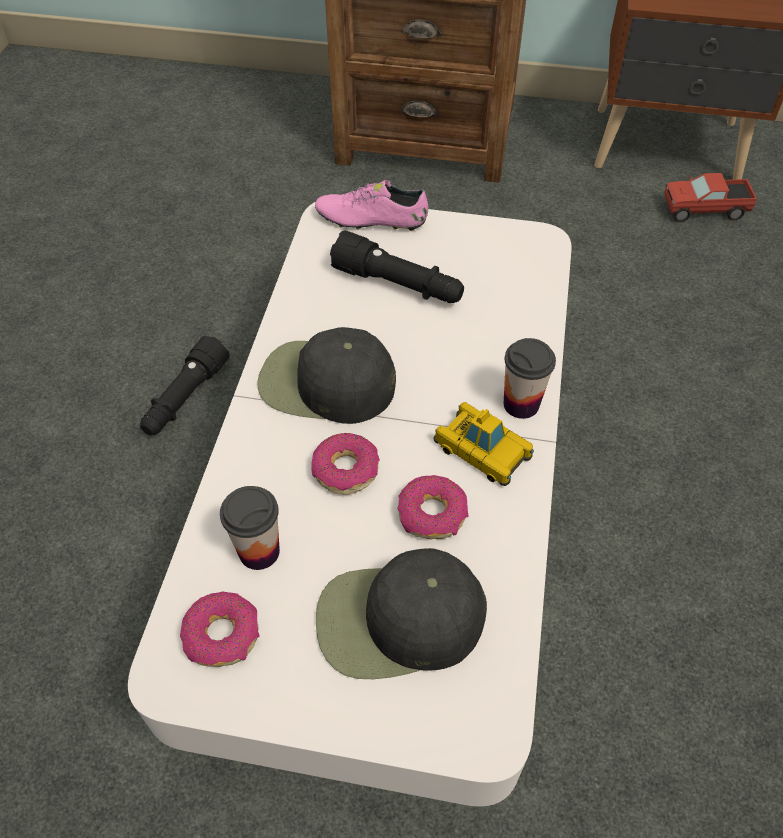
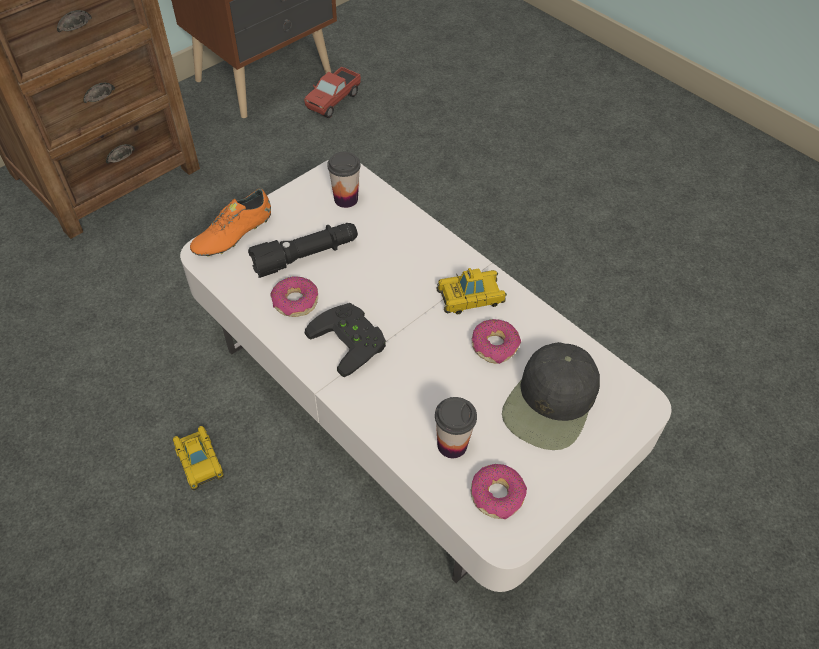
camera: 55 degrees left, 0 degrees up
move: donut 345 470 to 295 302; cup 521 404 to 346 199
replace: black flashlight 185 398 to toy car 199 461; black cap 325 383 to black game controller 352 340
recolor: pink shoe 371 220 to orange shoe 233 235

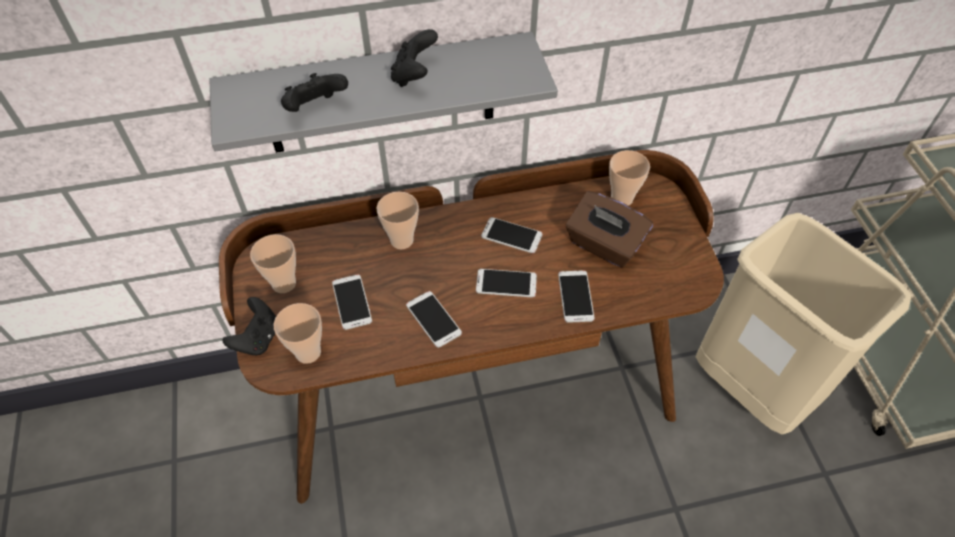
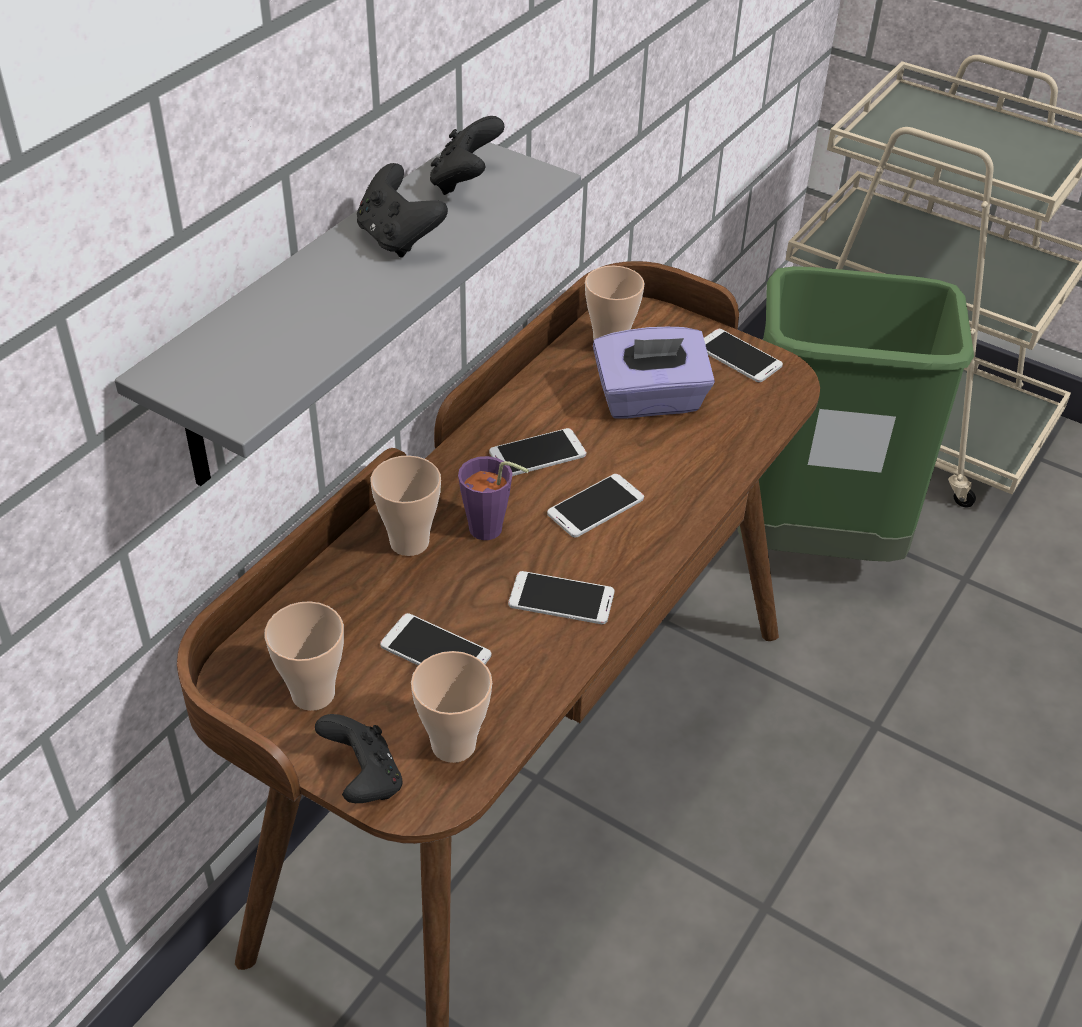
camera: 45 degrees left, 10 degrees down
insert: purple cup 492 532
move: black game controller 315 109 to 465 182; phone 575 296 to 738 356
recolor: brown tissue box 604 245 to purple tissue box 650 400; beige trash can 752 388 to green trash can 815 545

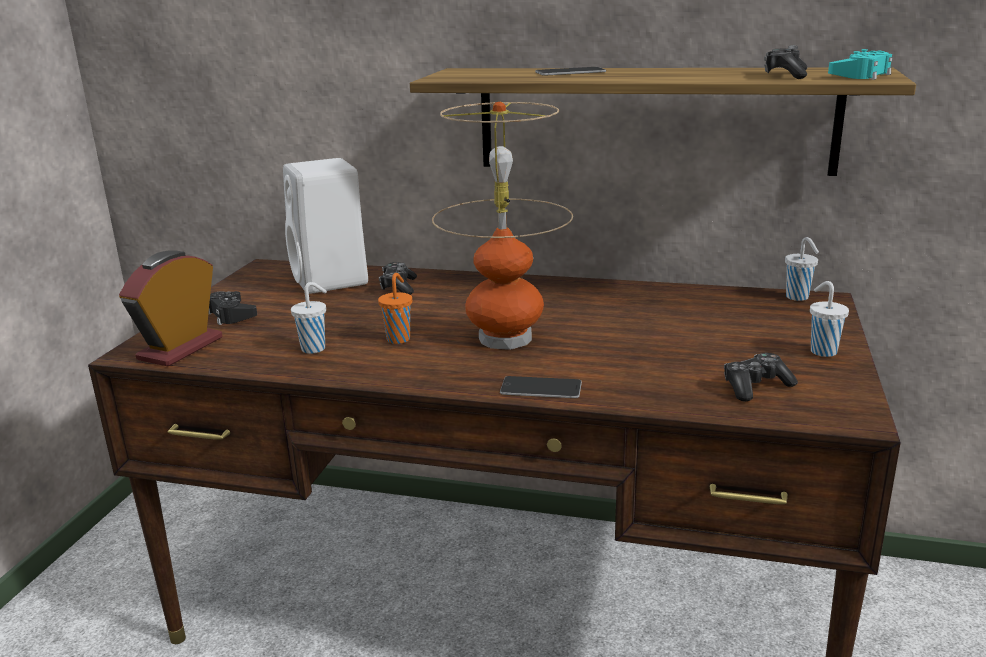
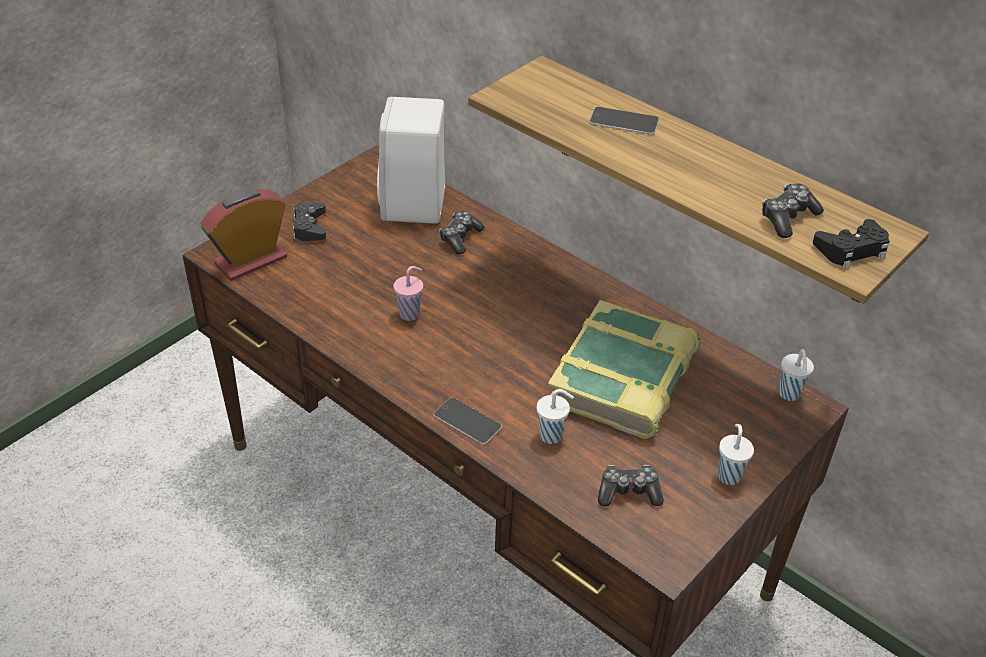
camera: 25 degrees right, 20 degrees up
delete: table lamp 506 338
insert: book 624 379
move: white cup 315 348 to 552 436
recolor: orange cup 399 339 to pink cup 410 313; turquoise game controller 860 75 to black game controller 851 250

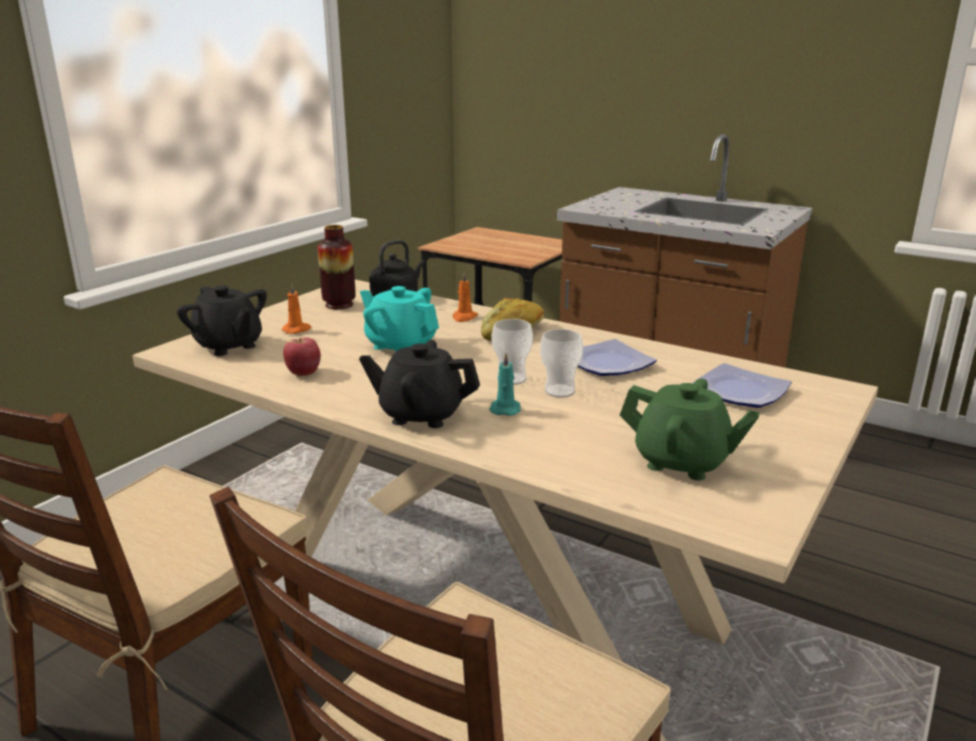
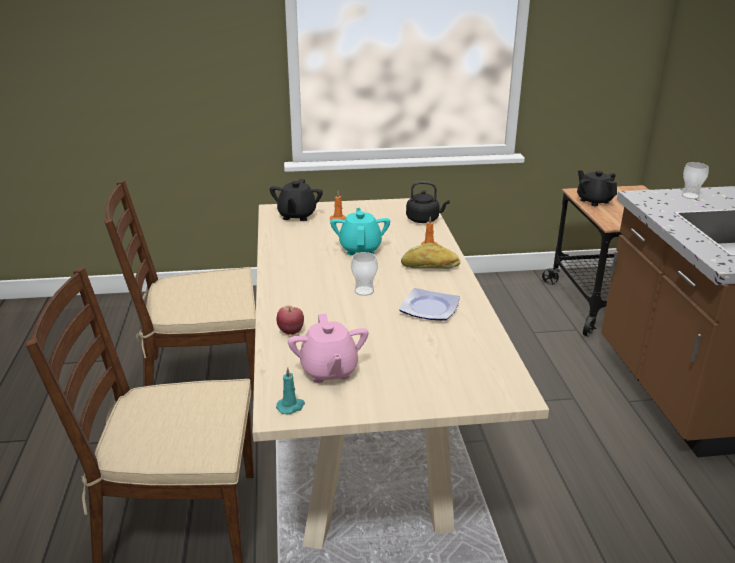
camera: 50 degrees right, 5 degrees up
delete: vase 339 305; plate 737 392
move: apple 304 373 to 291 331; black teapot 421 415 to 594 201; turquoise candle 505 409 to 291 406; cup 560 391 to 690 196
recolor: green teapot 682 462 to pink teapot 329 371

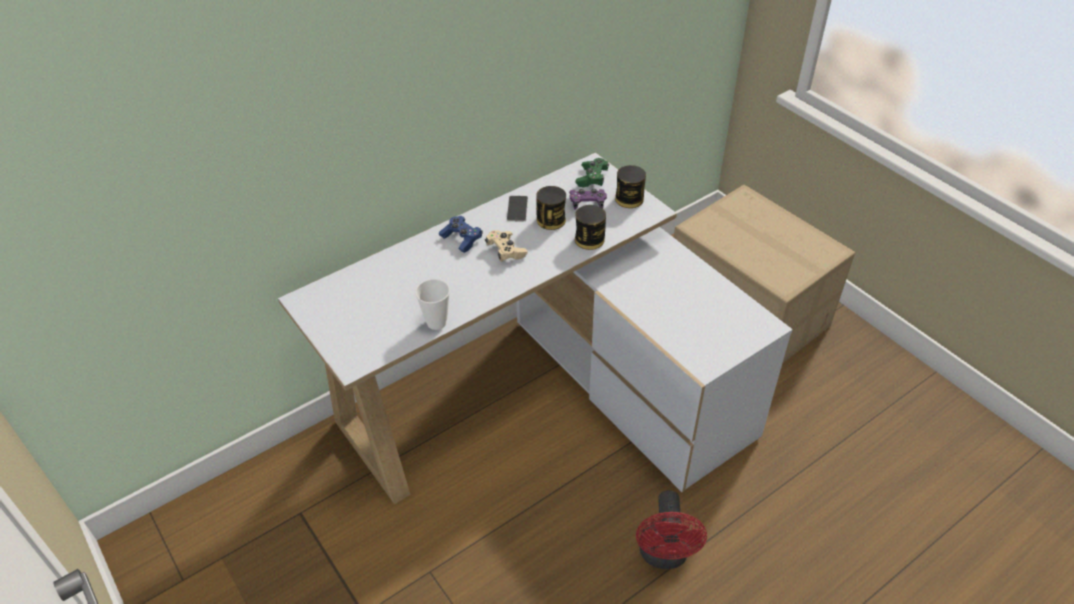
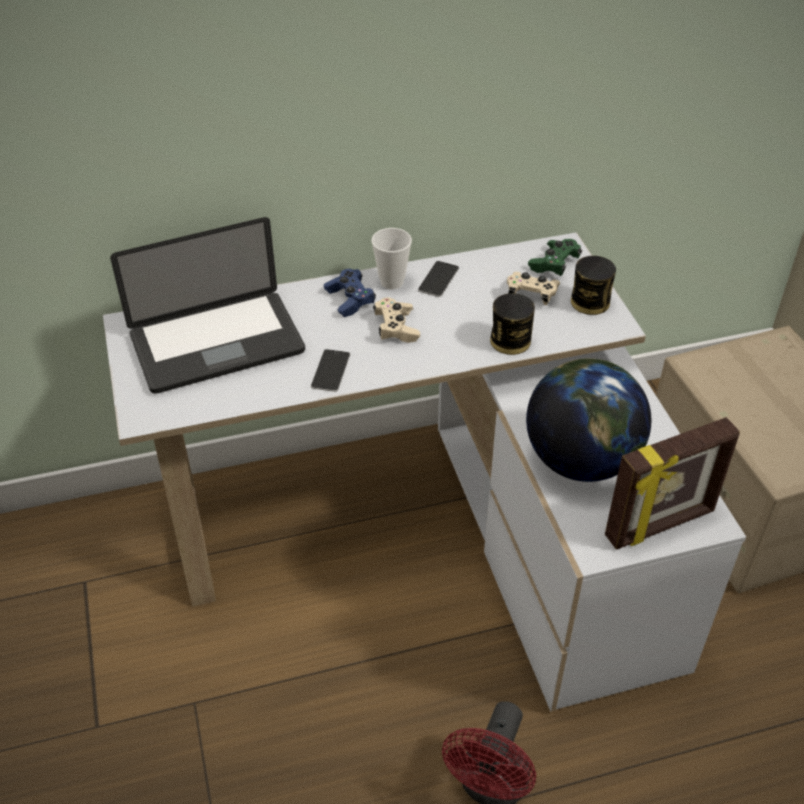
camera: 20 degrees right, 0 degrees up
delete: can 551 220
insert: laptop 217 344; phone 330 370; globe 581 460; picture frame 660 525
move: cup 436 322 to 392 282
recolor: purple game controller 587 203 to beige game controller 531 294

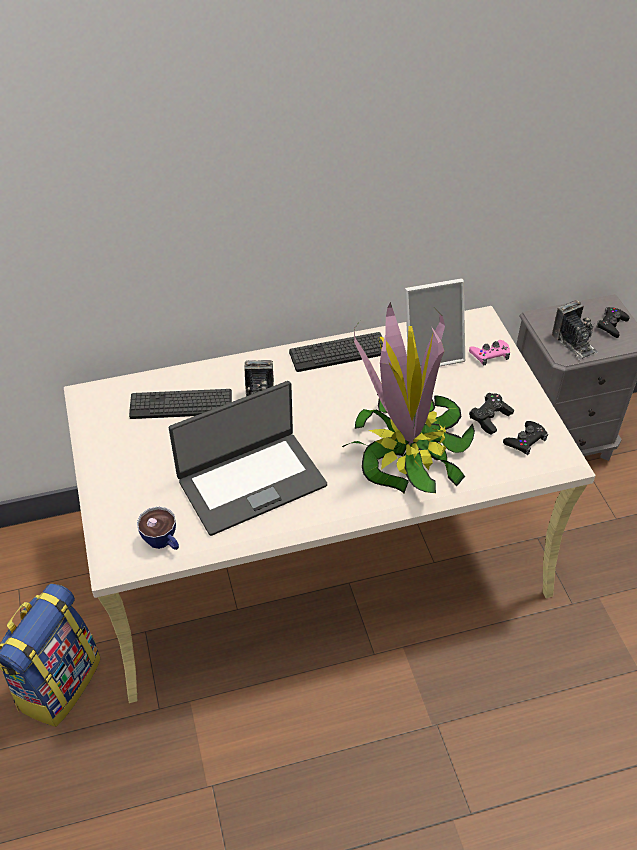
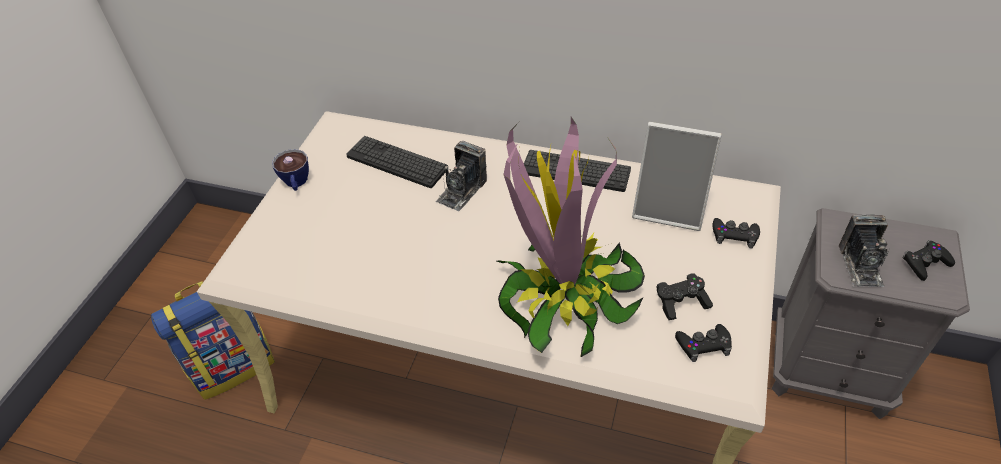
camera: 35 degrees right, 0 degrees up
delete: laptop 251 481
move: cup 163 542 to 296 183
recolor: pink game controller 490 355 to black game controller 734 235

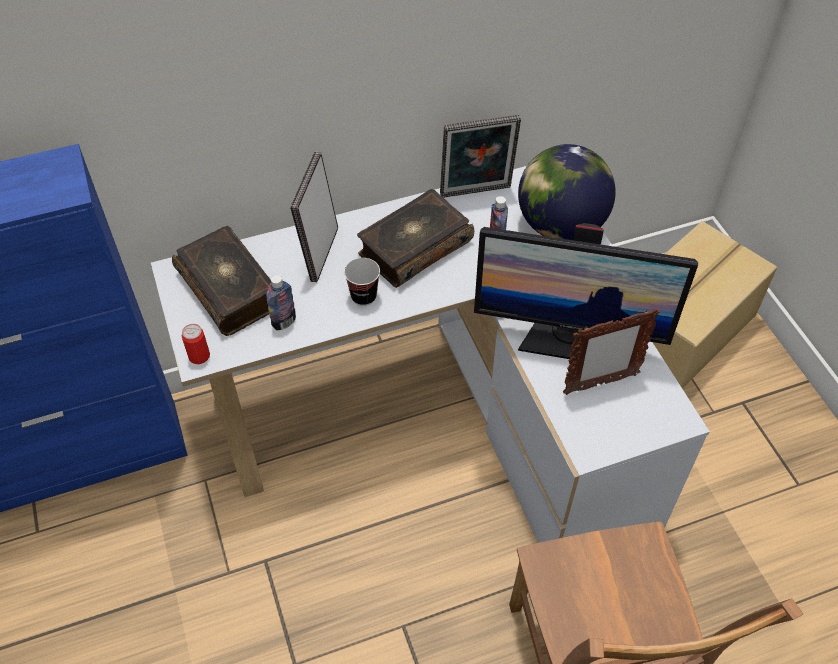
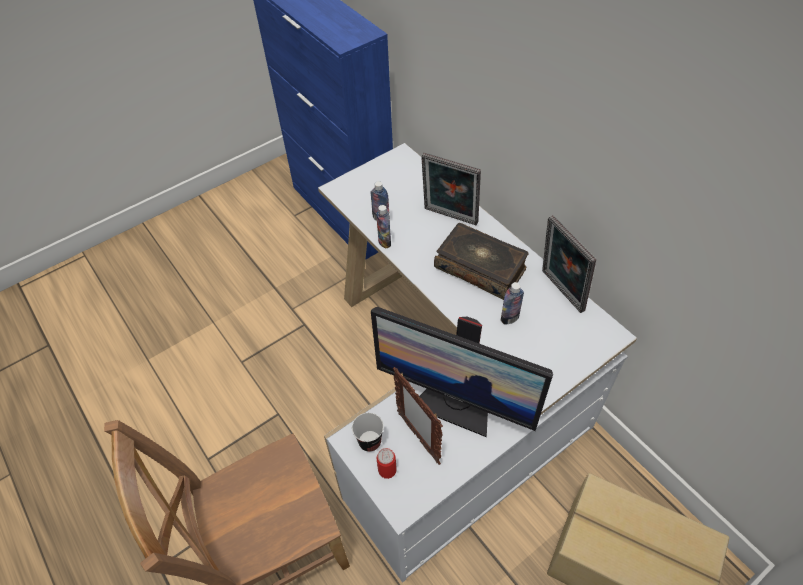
camera: 75 degrees right, 0 degrees up
delete: book 230 289; globe 560 226
insert: bottle 384 242
move: can 199 356 to 387 470; cup 363 296 to 370 442
rotate: picture frame 320 253 = 449 218 150 degrees counterclockwise; monitor 568 339 = 455 404 60 degrees counterclockwise

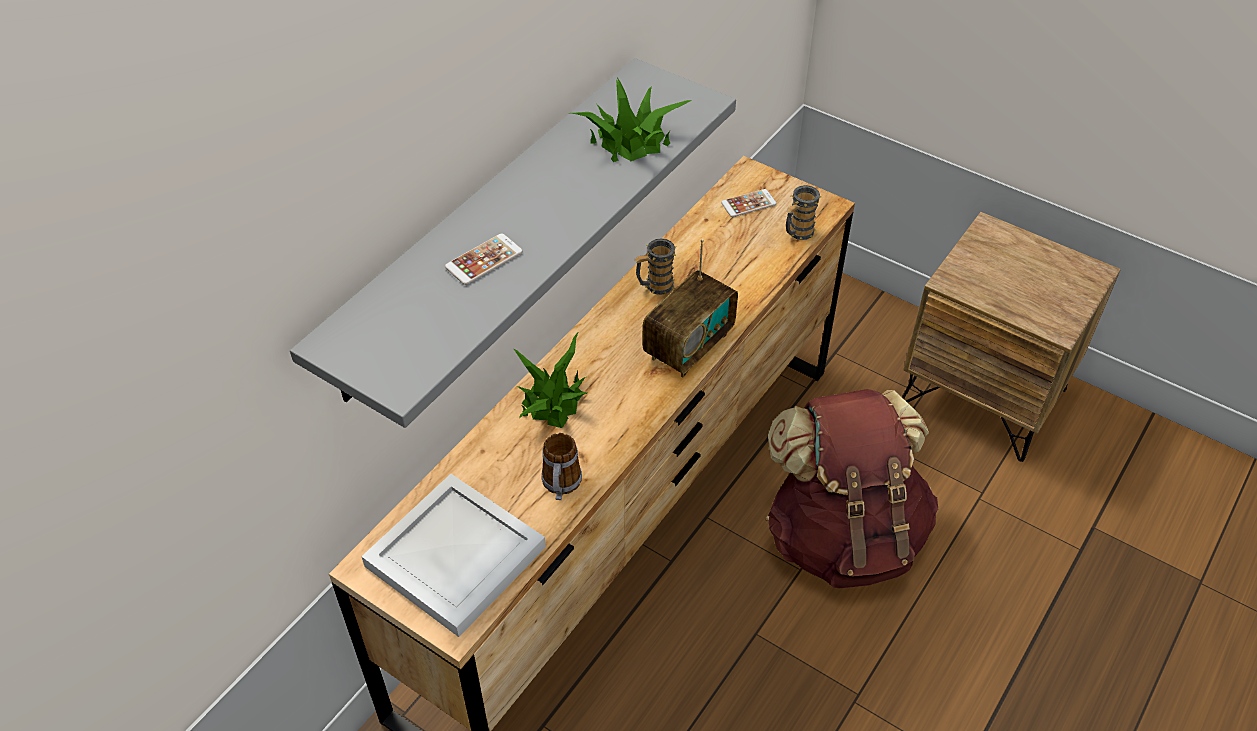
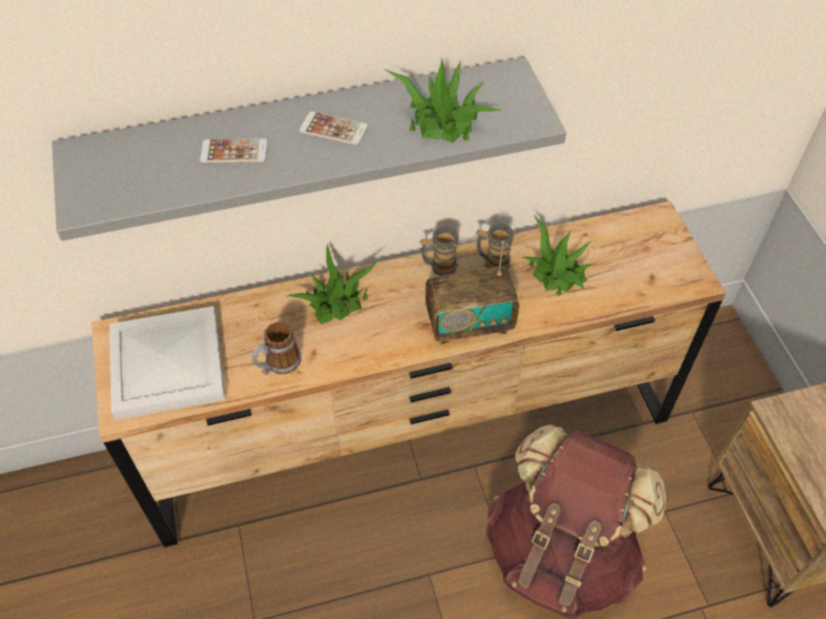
camera: 40 degrees right, 5 degrees up
insert: potted plant 556 271
move: phone 748 203 to 333 129; mug 797 233 to 439 267

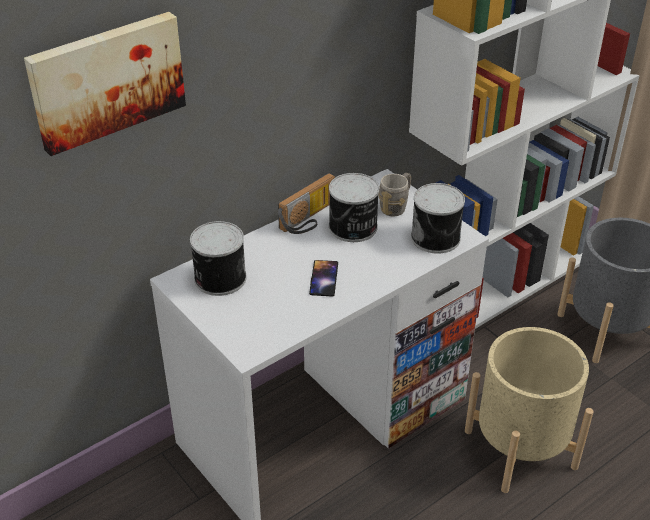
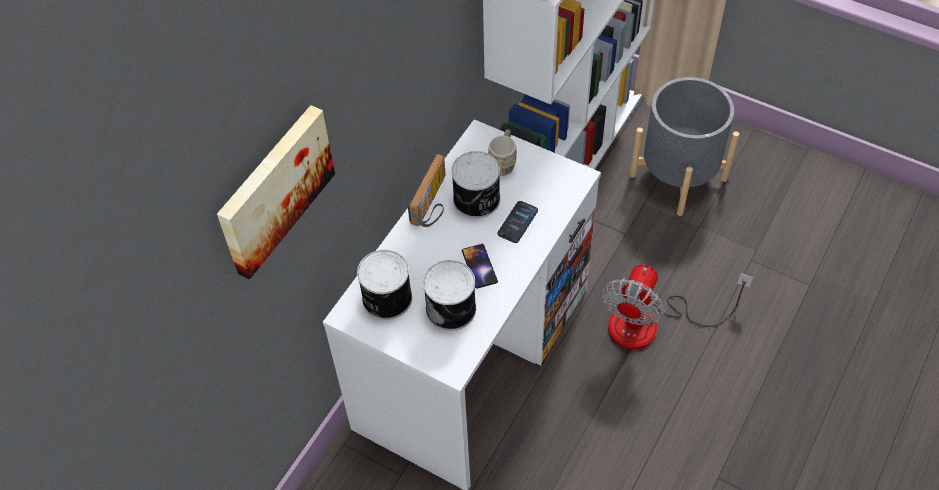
camera: 20 degrees left, 15 degrees up
insert: phone 517 222
move: can 437 237 to 452 308
replace: beige planter 520 449 to fan 650 324

